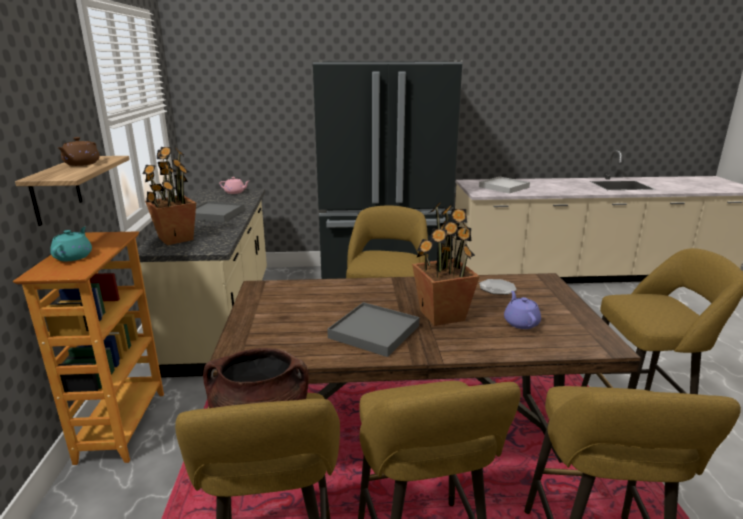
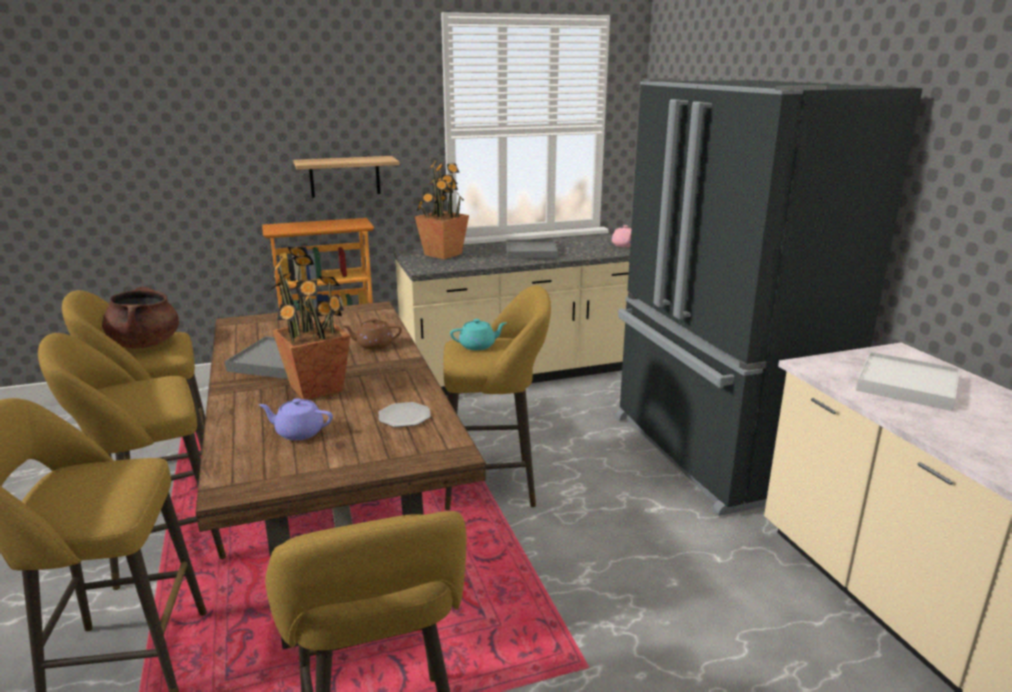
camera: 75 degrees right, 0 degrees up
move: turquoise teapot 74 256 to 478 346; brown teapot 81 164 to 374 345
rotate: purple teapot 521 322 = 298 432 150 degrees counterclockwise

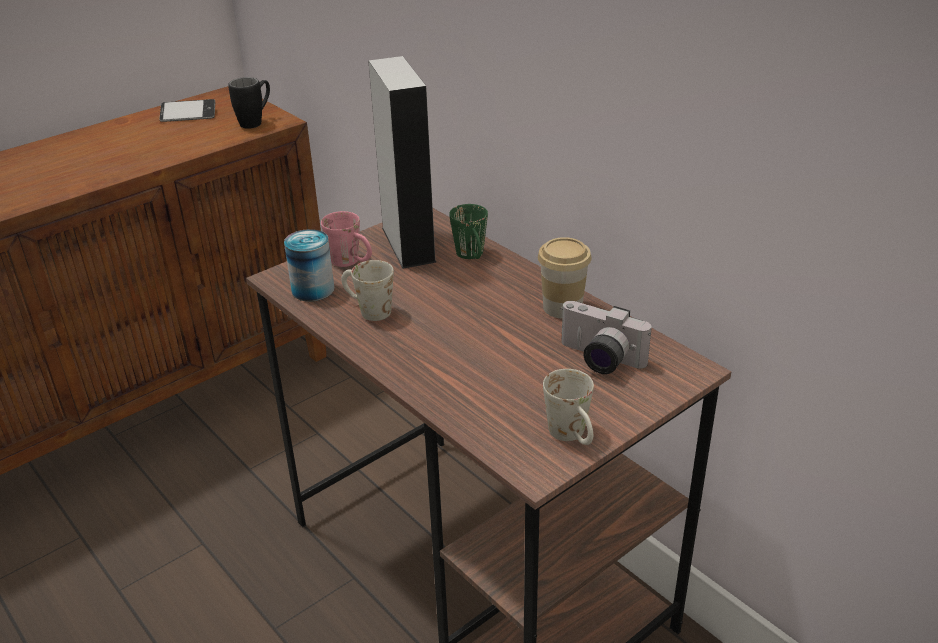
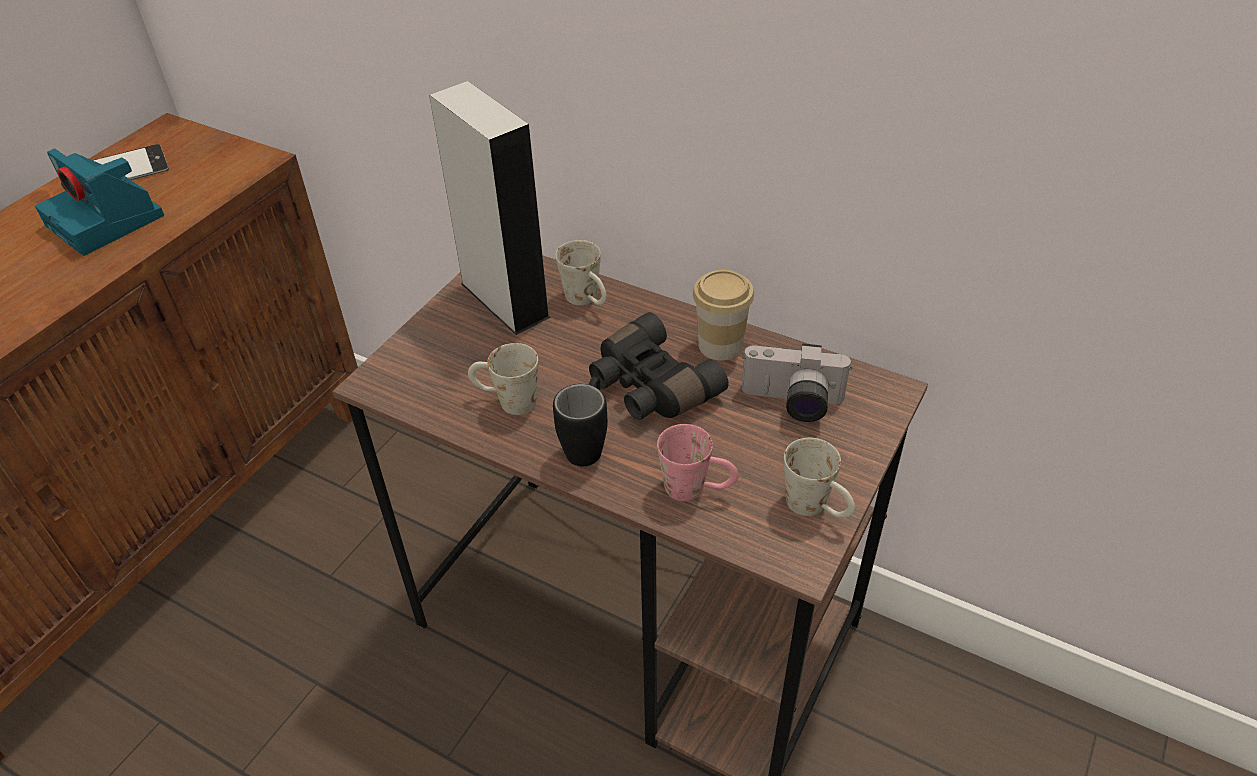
camera: 20 degrees left, 10 degrees up
delete: can 313 289
insert: photo camera 107 221; black binoculars 649 387
move: black mug 256 122 to 587 444; pink mug 352 262 to 697 488
recolor: green mug 472 257 to white mug 587 301

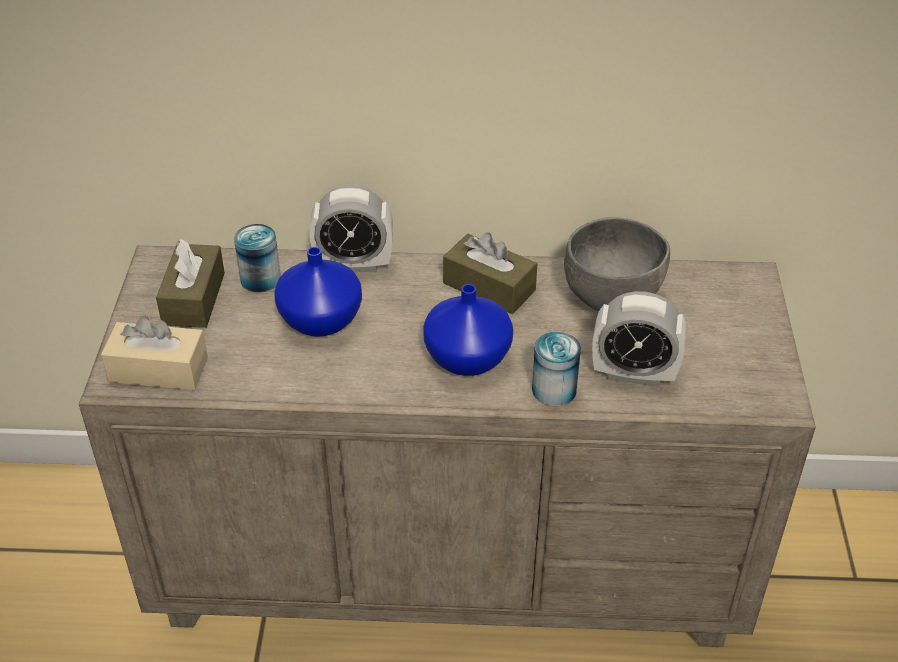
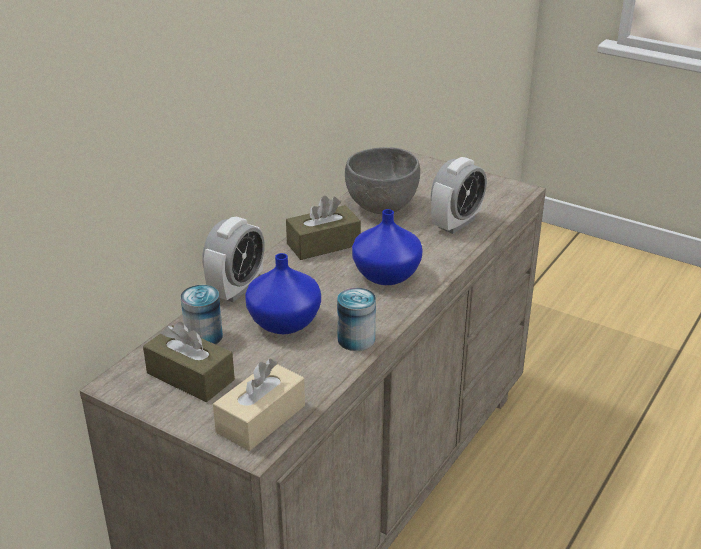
camera: 60 degrees left, 10 degrees down
move: can 554 390 to 356 339

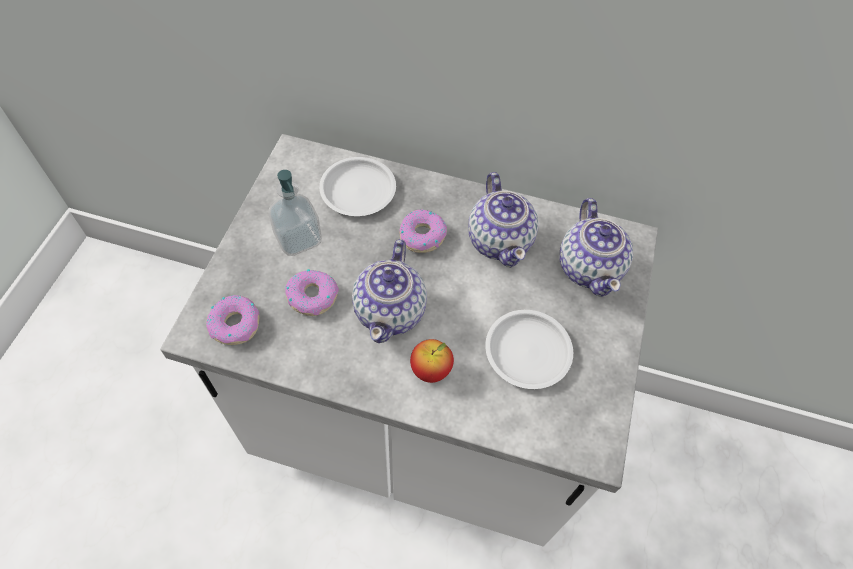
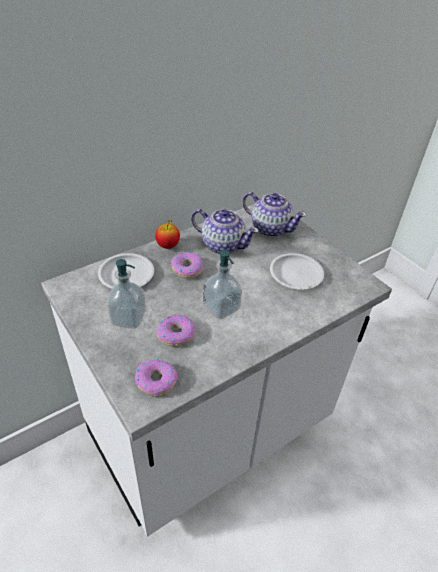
camera: 50 degrees left, 15 degrees down
move: apple 431 370 to 168 246
replace: teapot 391 311 to soap dispenser 221 308

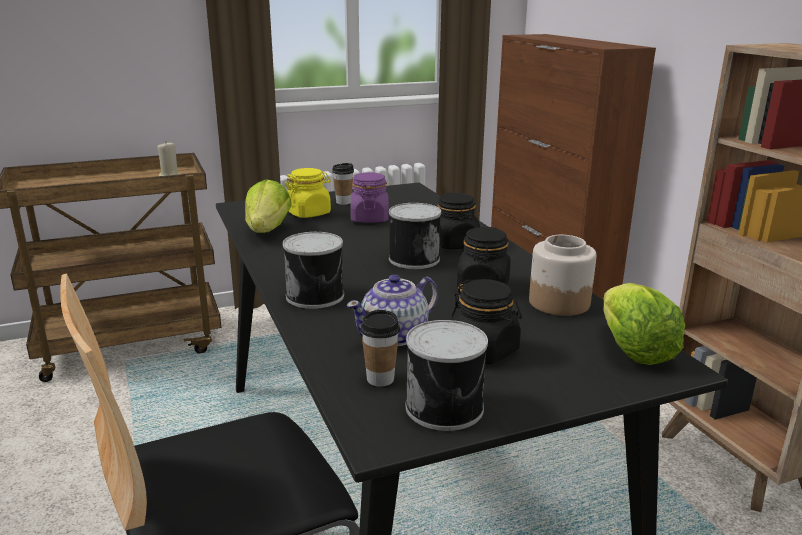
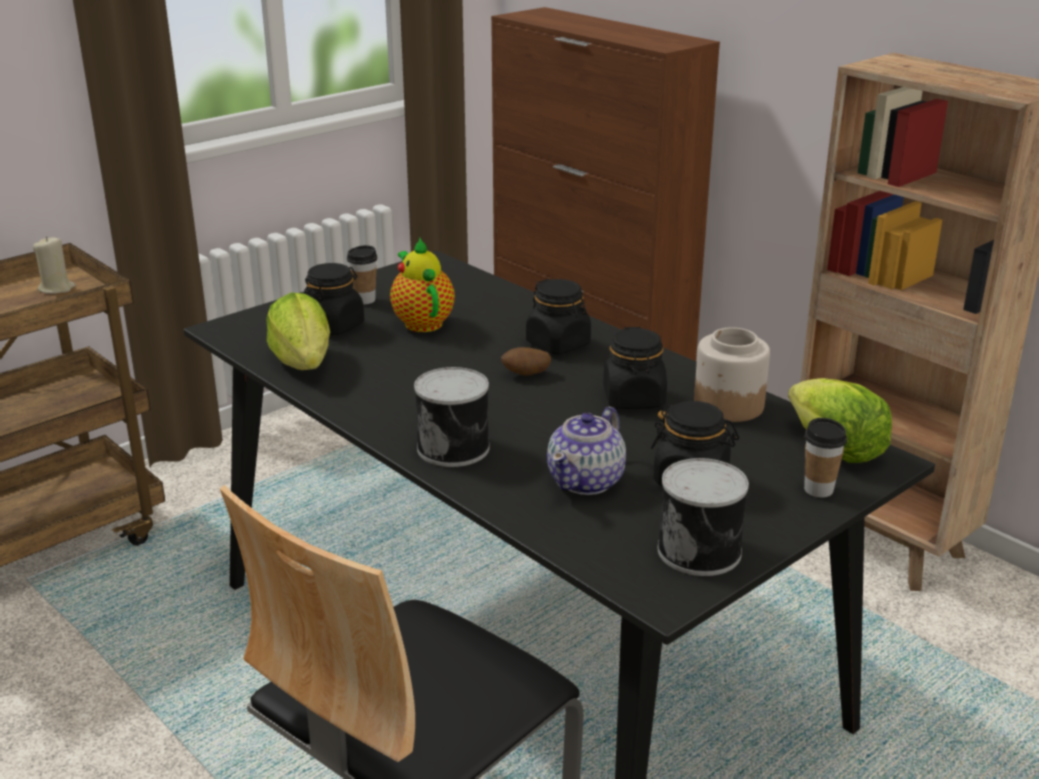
camera: 20 degrees left, 5 degrees up
move: cup 380 379 to 818 490
replace: purple jar 369 218 to teapot 422 322; can 413 259 to potato 526 374
recolor: yellow jar 308 213 to black jar 333 326

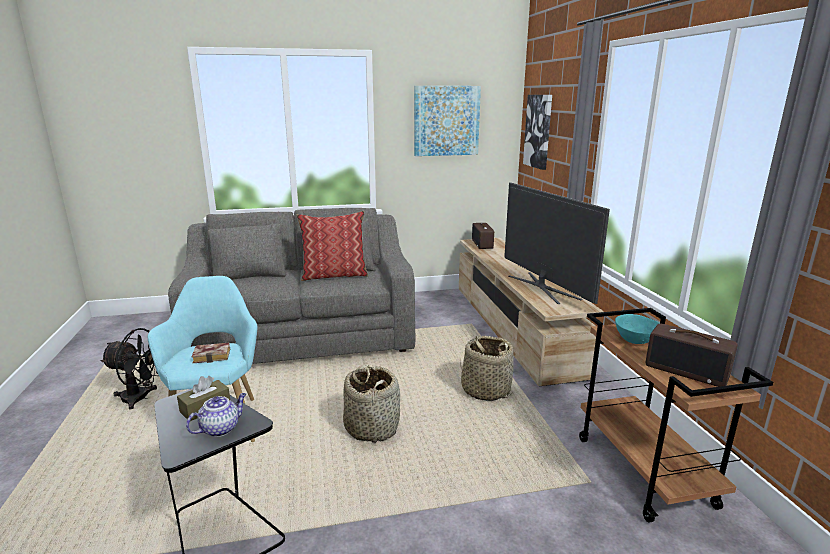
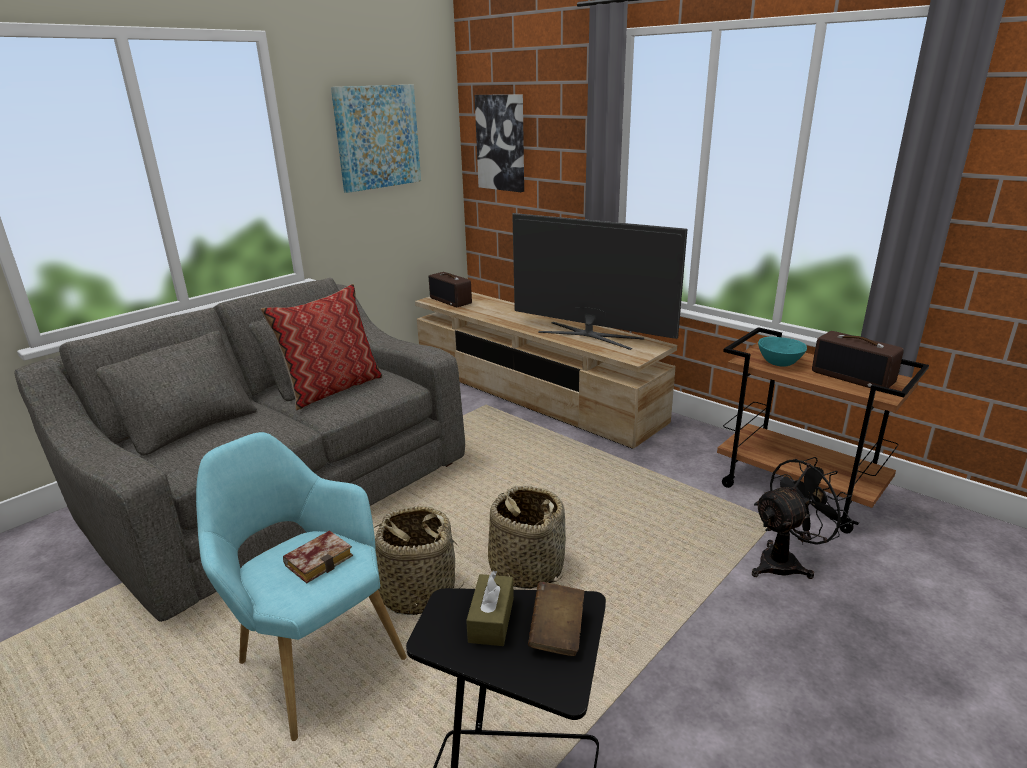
camera: 35 degrees left, 5 degrees up
move: black fan 141 398 to 786 562; basket 485 390 to 416 591
replace: teapot 220 428 to brown book 557 632
rotate: radio 687 371 = 853 377 45 degrees clockwise

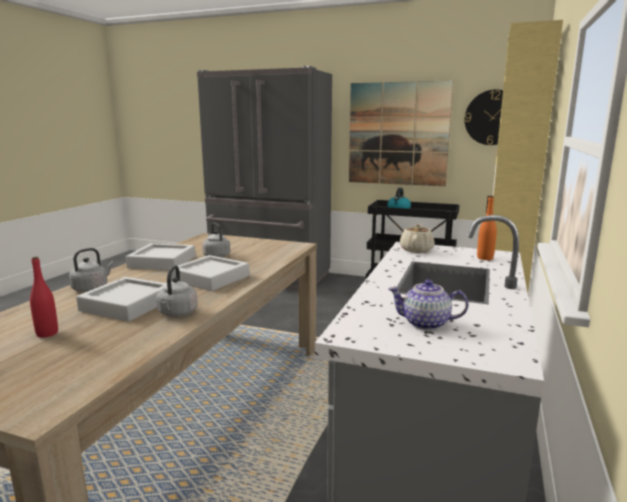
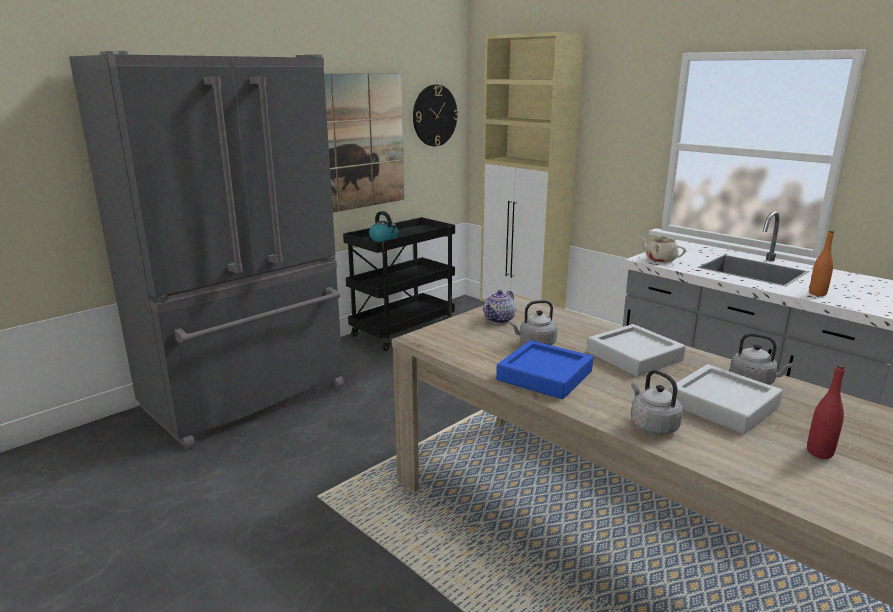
camera: 65 degrees left, 5 degrees up
move: teapot 426 323 to 499 319; orange bottle 485 258 to 817 293
recolor: grey tray 162 262 to blue tray 544 376

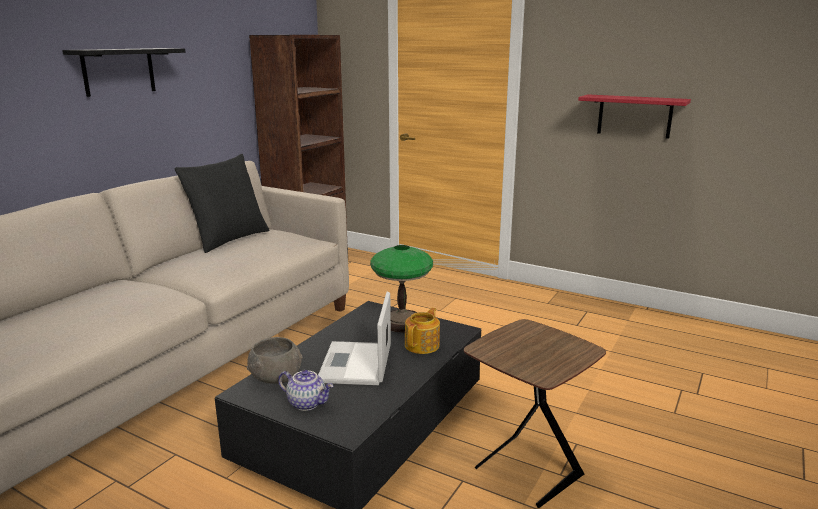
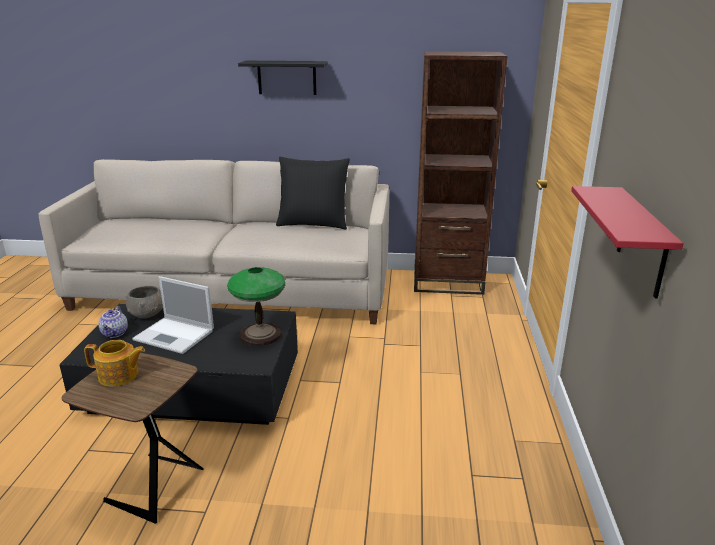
camera: 65 degrees right, 5 degrees up
move: teapot 423 345 to 119 376
rotate: laptop 356 364 = 175 335 135 degrees counterclockwise

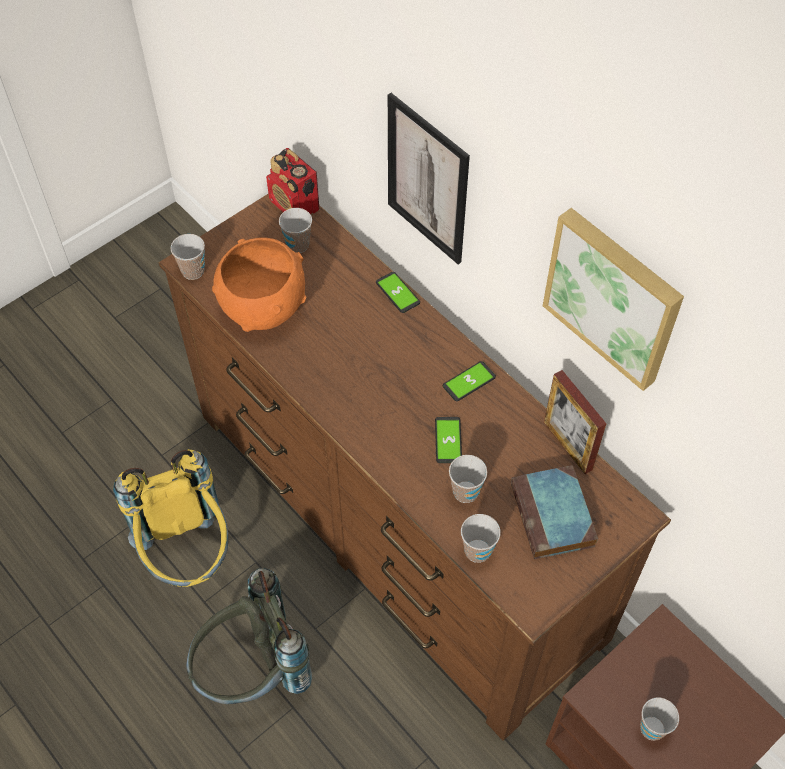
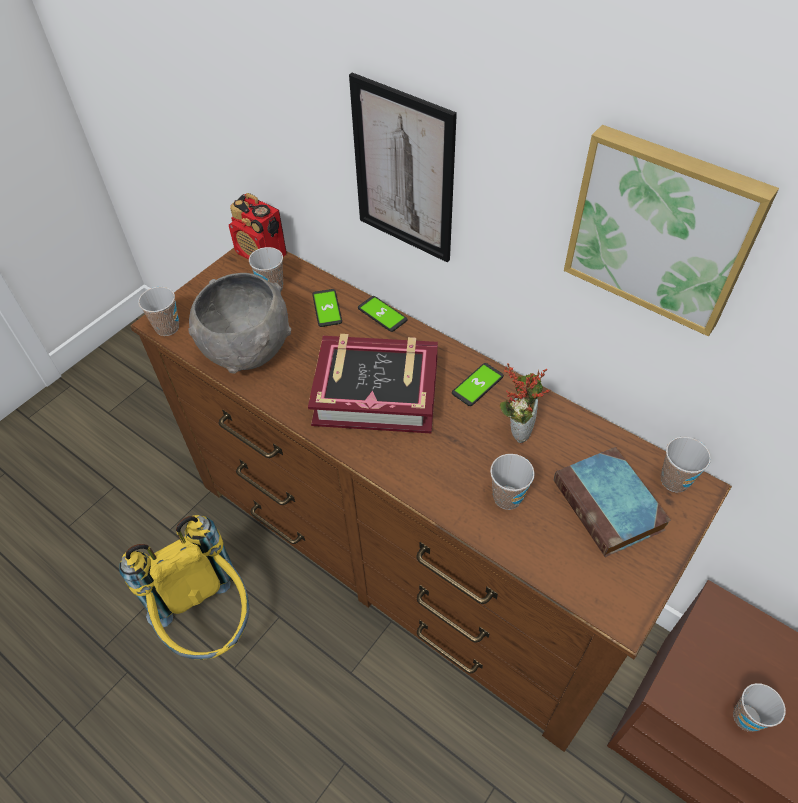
camera: 10 degrees left, 5 degrees down
delete: grey backpack 253 672; picture frame 567 445
insert: book 376 392; potted plant 517 428
move: phone 448 440 to 327 308; cup 477 551 to 674 480
recolor: orange bowl 263 307 to grey bowl 247 350

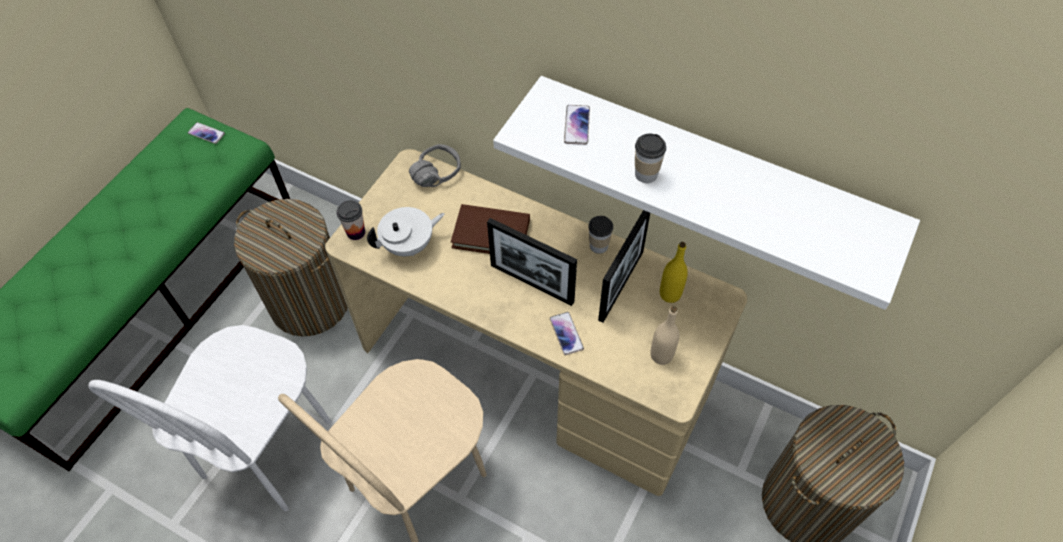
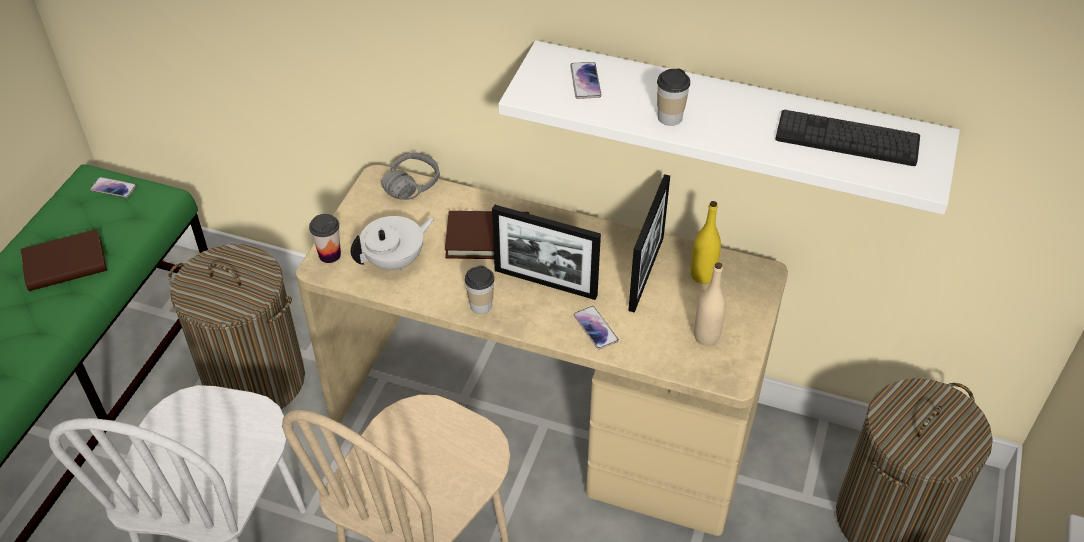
camera: 10 degrees left, 10 degrees down
insert: brown book 65 264; keyboard 847 139
move: cup 598 246 to 481 305

